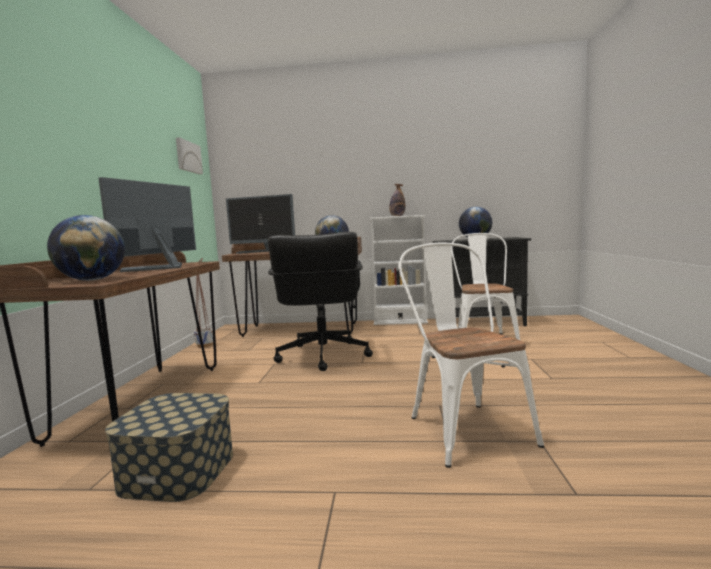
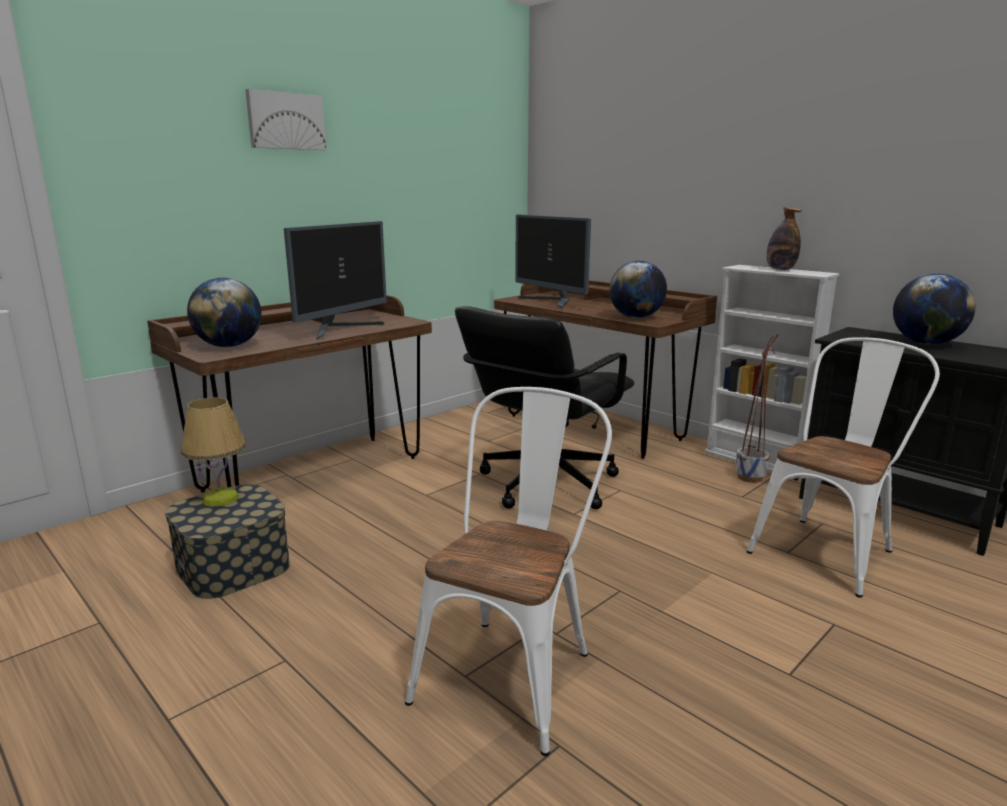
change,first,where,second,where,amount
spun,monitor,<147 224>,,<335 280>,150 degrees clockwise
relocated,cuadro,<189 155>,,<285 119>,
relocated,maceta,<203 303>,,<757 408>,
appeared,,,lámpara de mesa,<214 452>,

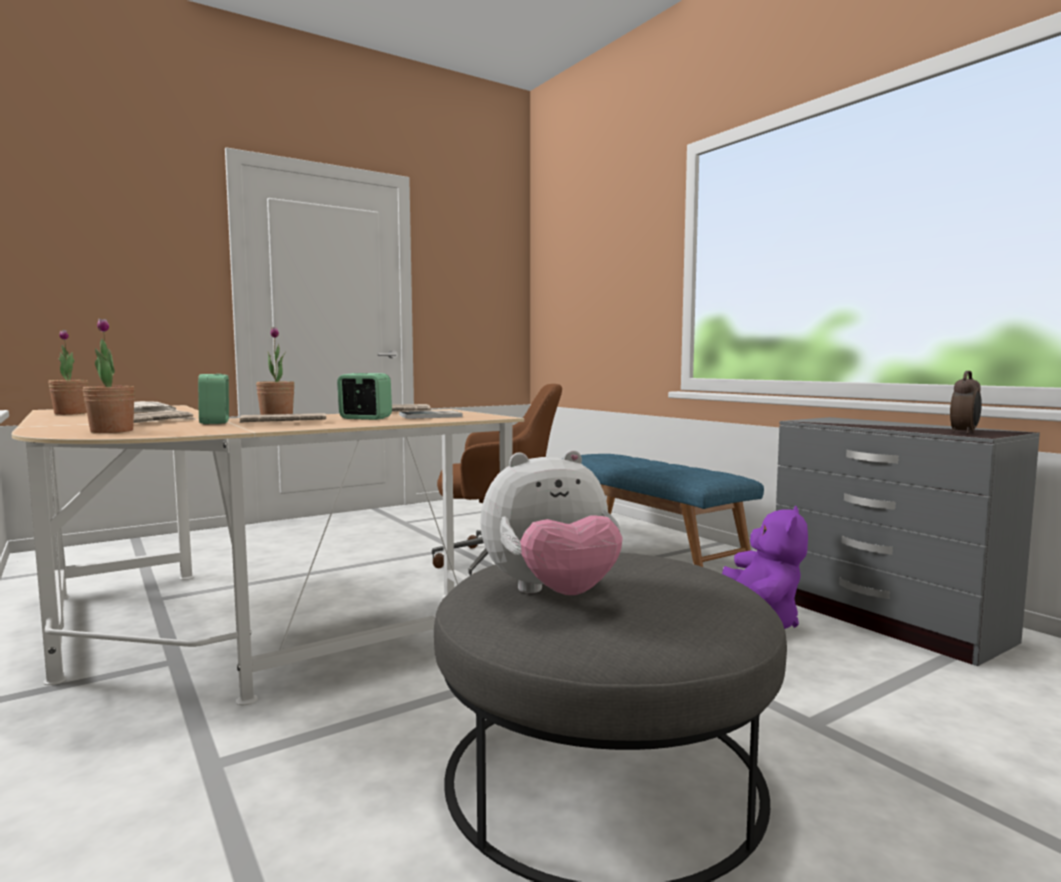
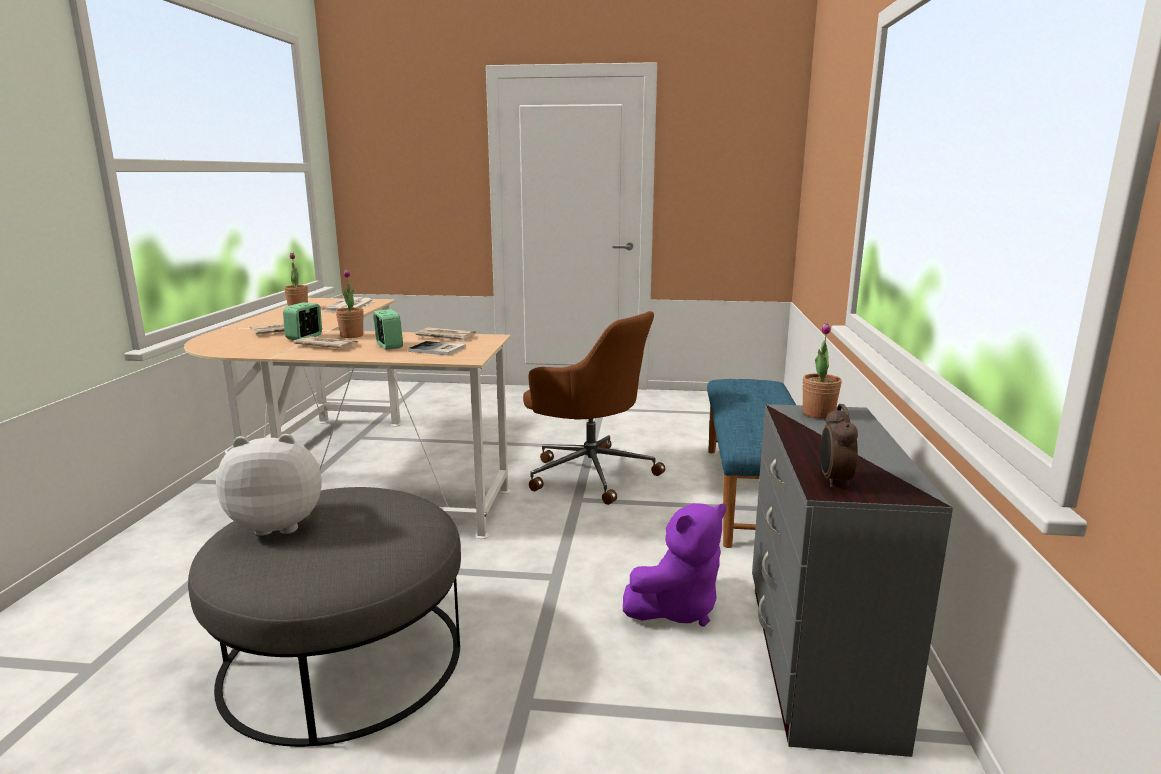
change,first,where,second,where,amount
relocated,planta en maceta,<108 375>,,<822 370>,
spun,peluche,<551 522>,,<269 485>,150 degrees clockwise
spun,despertador,<966 402>,,<839 446>,105 degrees clockwise

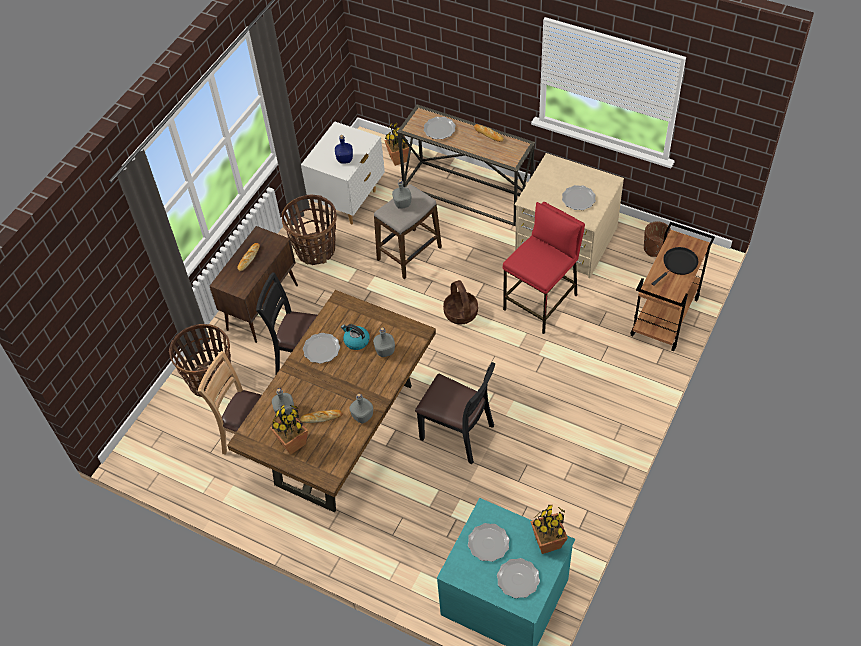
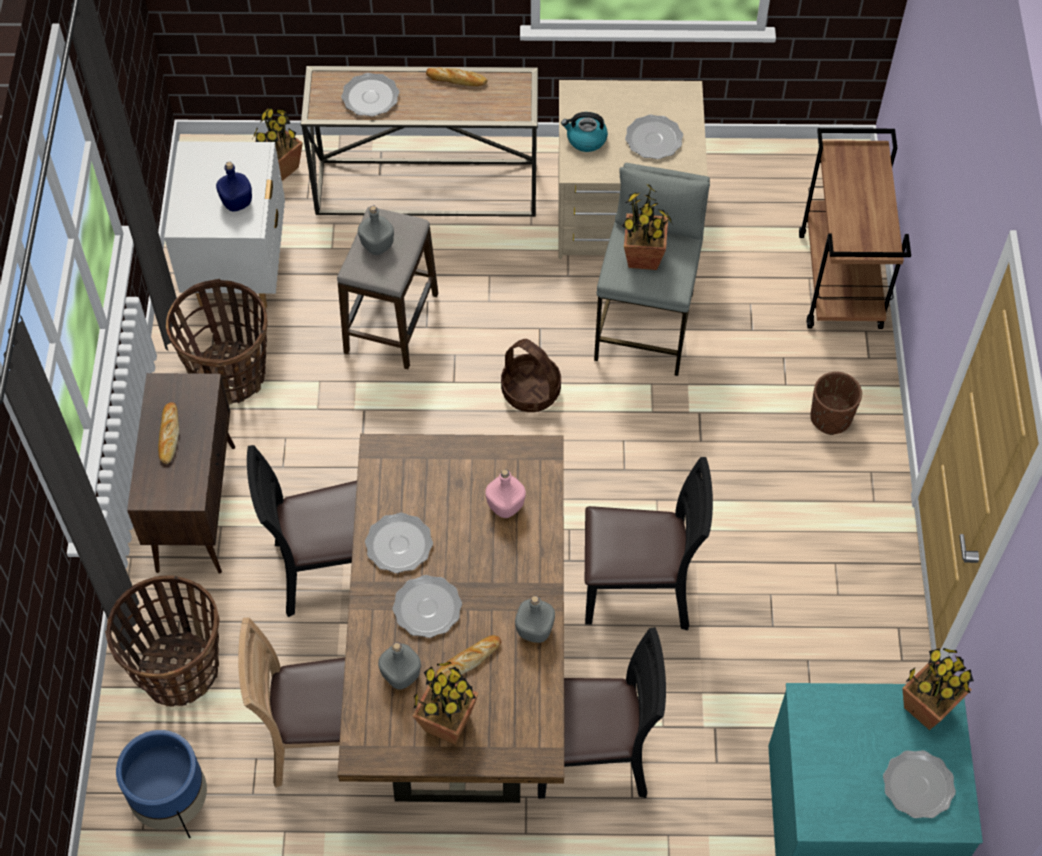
change,first,where,second,where,amount
relocated,hervidor,<355 337>,,<584 132>,
colour,botella (gris),<384 342>,botella (rosa),<505 493>,
relocated,plato,<489 542>,,<427 606>,
colour,taburete (rojo),<544 268>,taburete (gris),<652 269>,
relocated,maceta (marrón),<657 239>,,<836 403>,
missing,sartén (negro),<675 266>,,,
appeared,,,maceta (azul),<161 784>,
appeared,,,silla (negro),<602 713>,
appeared,,,planta en maceta,<647 227>,

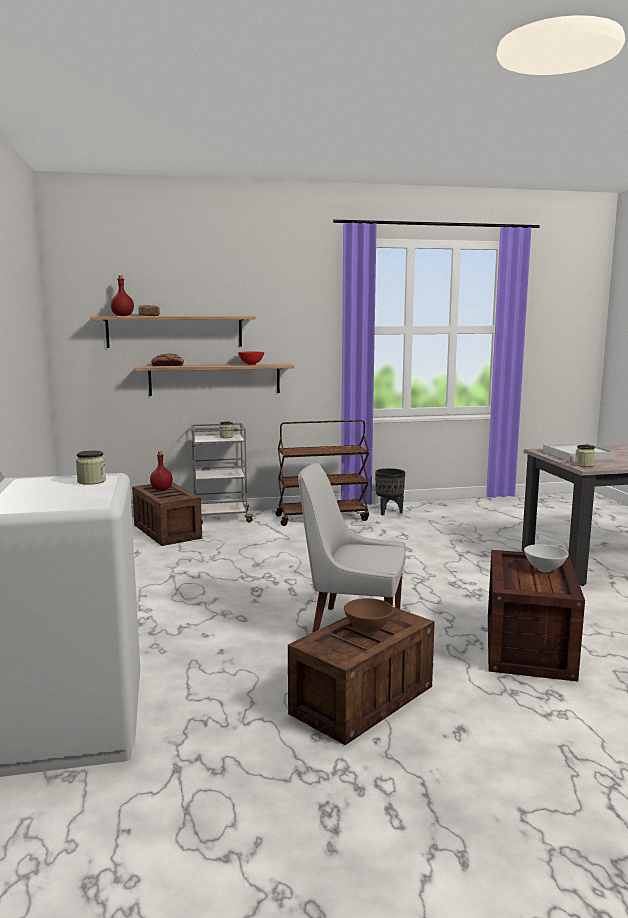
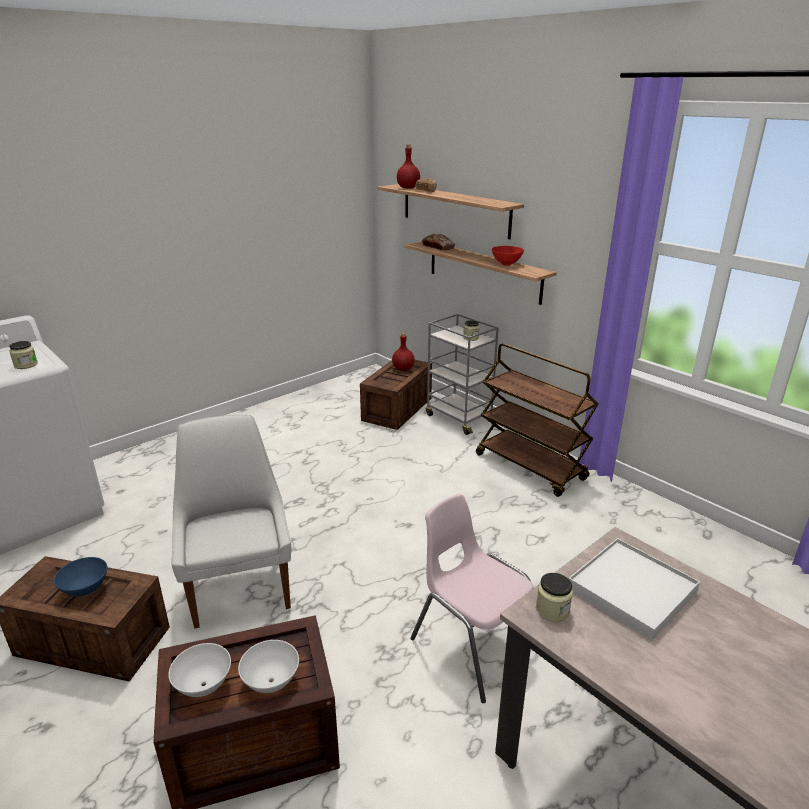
change,first,where,second,where,amount
colour,cuenco (marrón),<369 615>,cuenco (azul),<80 576>,
missing,maceta (negro),<390 492>,,,
appeared,,,cuenco (blanco),<199 670>,
appeared,,,silla (rosa),<472 598>,

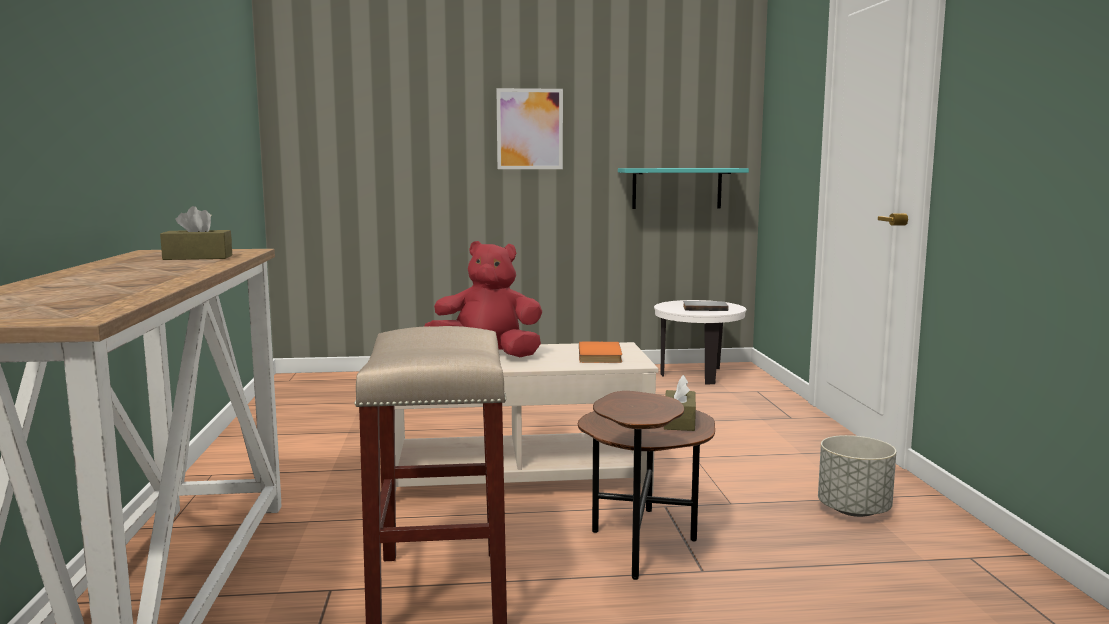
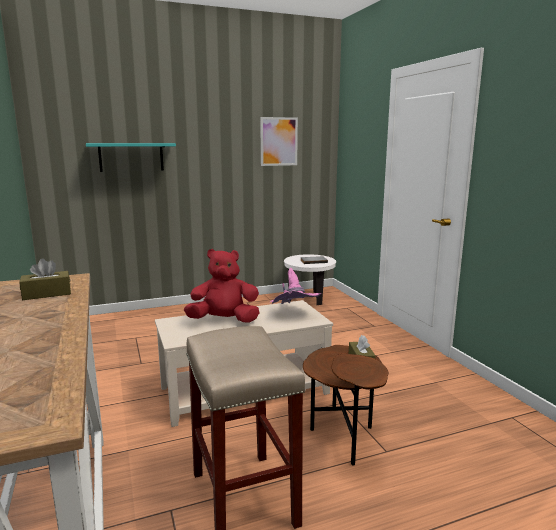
change,first,where,second,where,amount
relocated,cuadro,<529 128>,,<279 141>,
exchanged,libro (naranja),<600 352>,sombrero (rosa),<295 286>,
relocated,estante (turquesa),<683 188>,,<131 157>,
missing,maceta (gris),<857 476>,,,

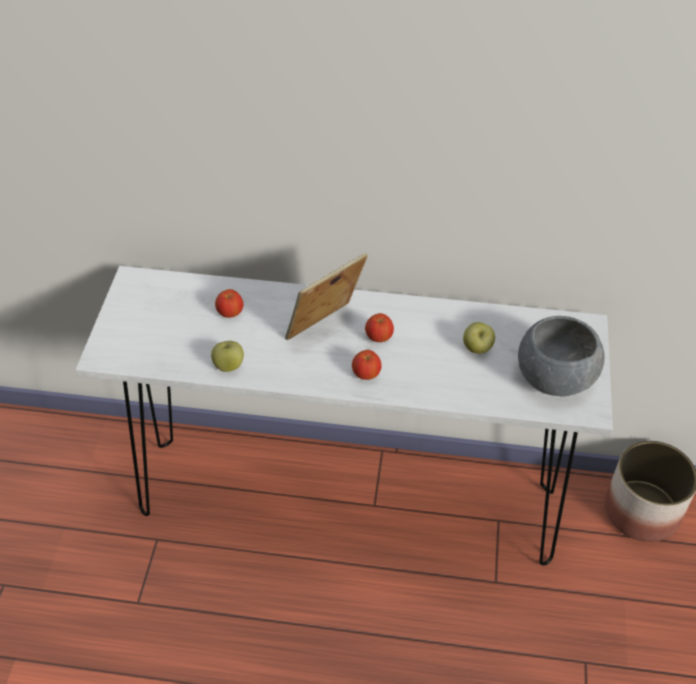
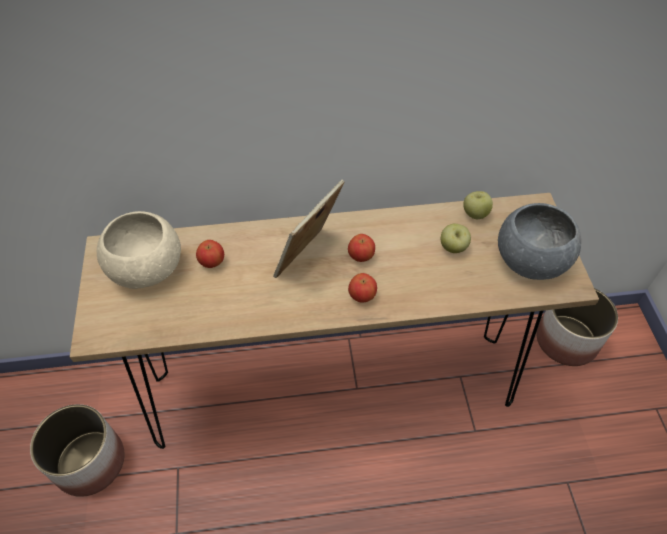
change,first,where,second,where,amount
colour,mesa consola (blanco),<344 416>,mesa consola (marrón),<334 321>,
relocated,manzana,<227 356>,,<478 205>,
appeared,,,maceta,<77 450>,
appeared,,,cuenco (beis),<139 250>,

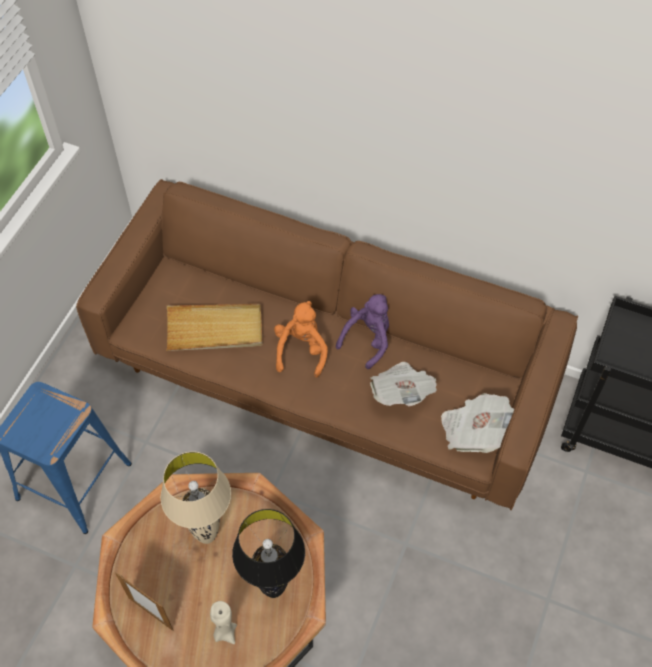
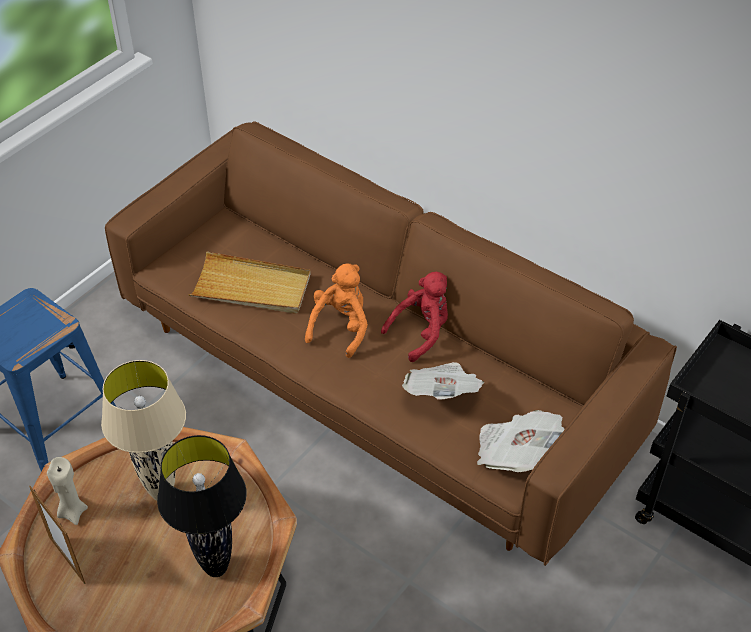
change,first,where,second,where,amount
relocated,vela (beis),<223 622>,,<67 491>,
colour,peluche (morado),<362 331>,peluche (rojo),<414 317>,

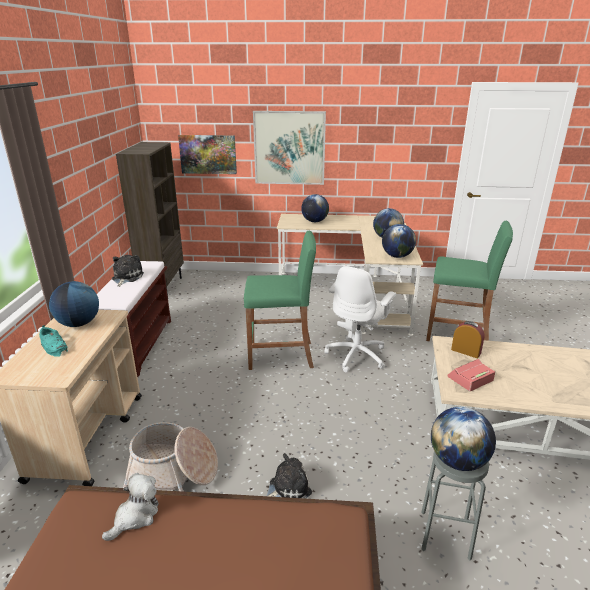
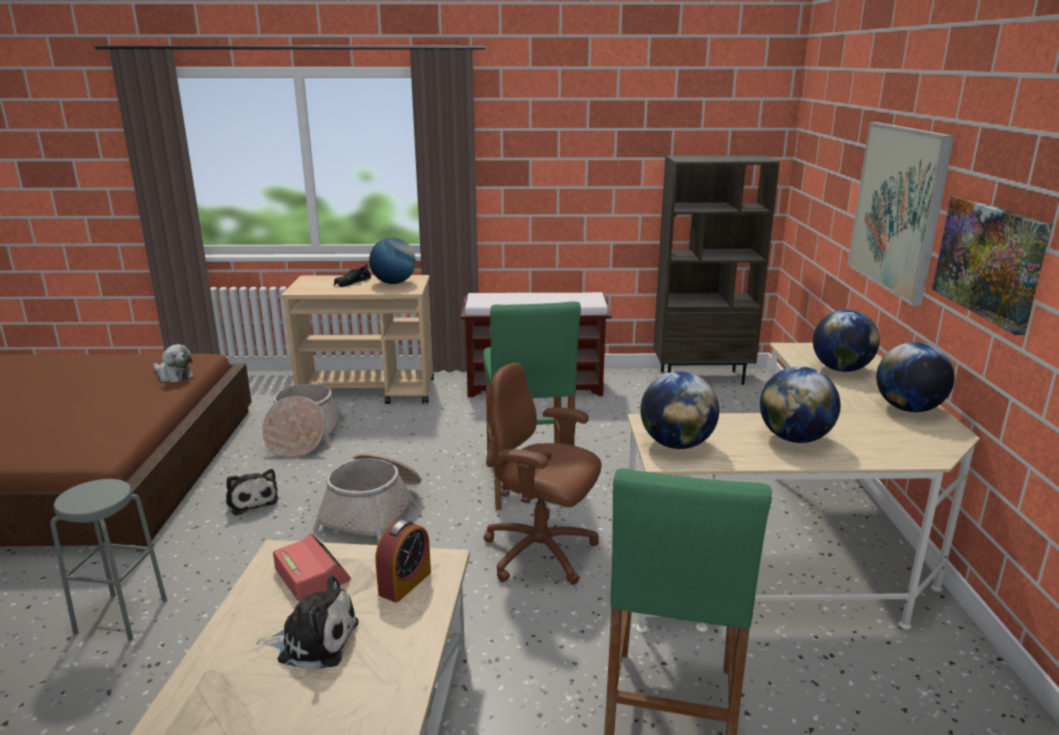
change,first,where,second,where,amount
colour,zapato (turquesa),<53 341>,zapato (negro),<352 275>,
relocated,peluche,<128 271>,,<307 622>,
relocated,cuadro,<207 154>,,<992 265>,
colour,silla de oficina (blanco),<360 320>,silla de oficina (marrón),<542 474>,
relocated,globo terráqueo,<463 439>,,<915 377>,
appeared,,,cesta,<367 498>,

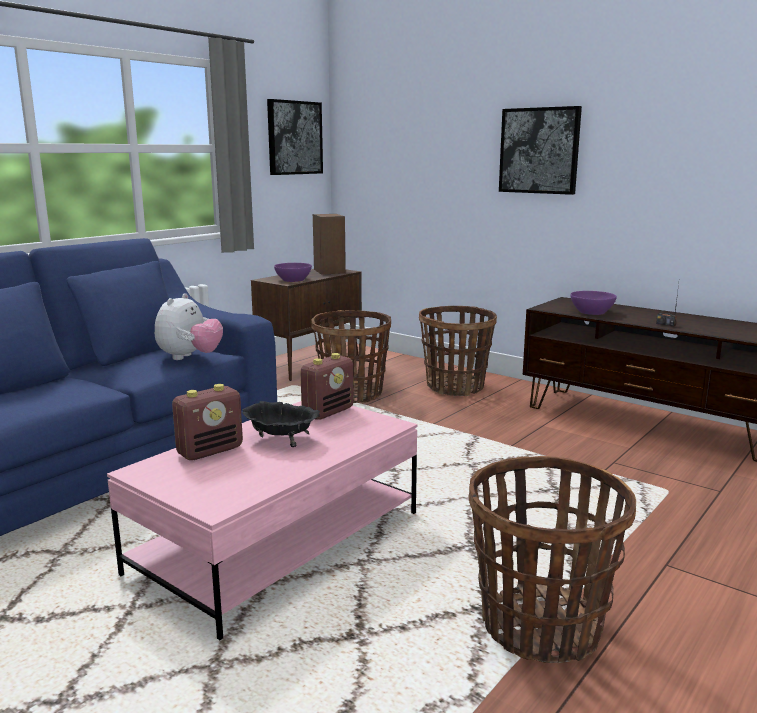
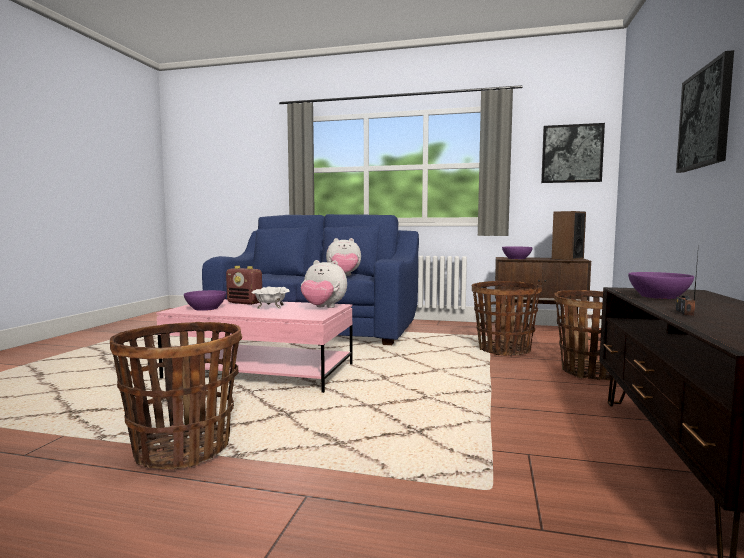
change,first,where,second,where,amount
colour,cuenco (negro),<281 424>,cuenco (blanco),<271 297>,
exchanged,radio,<327 386>,peluche,<324 284>,
appeared,,,cuenco (morado),<205 300>,

